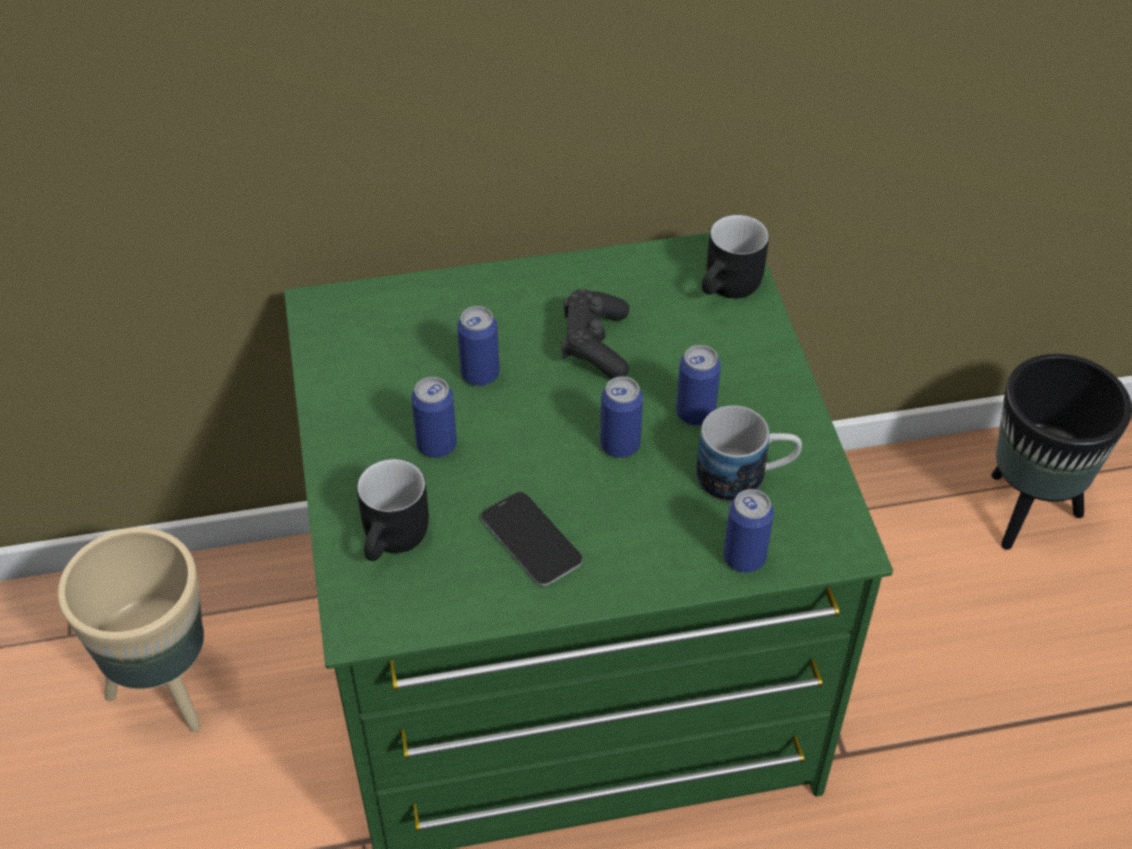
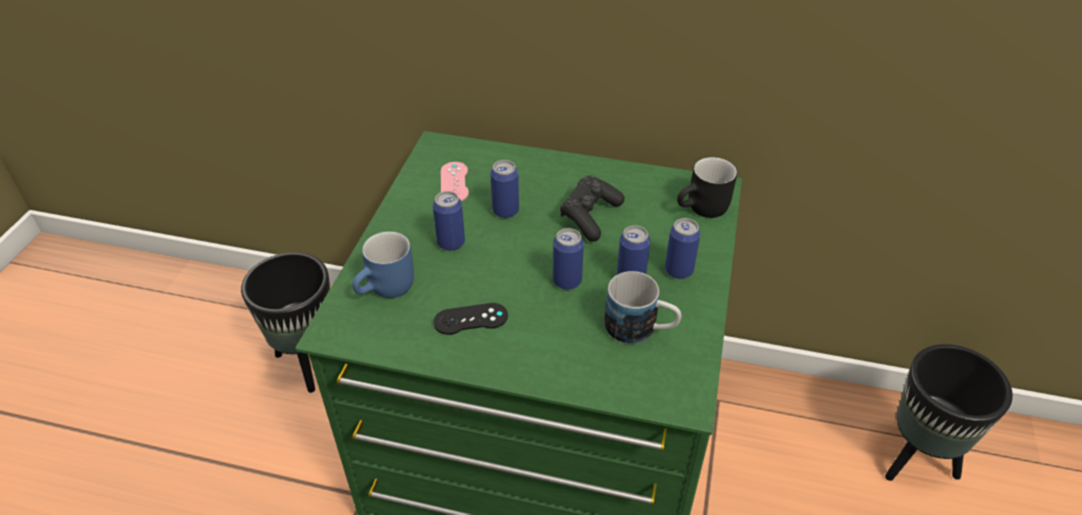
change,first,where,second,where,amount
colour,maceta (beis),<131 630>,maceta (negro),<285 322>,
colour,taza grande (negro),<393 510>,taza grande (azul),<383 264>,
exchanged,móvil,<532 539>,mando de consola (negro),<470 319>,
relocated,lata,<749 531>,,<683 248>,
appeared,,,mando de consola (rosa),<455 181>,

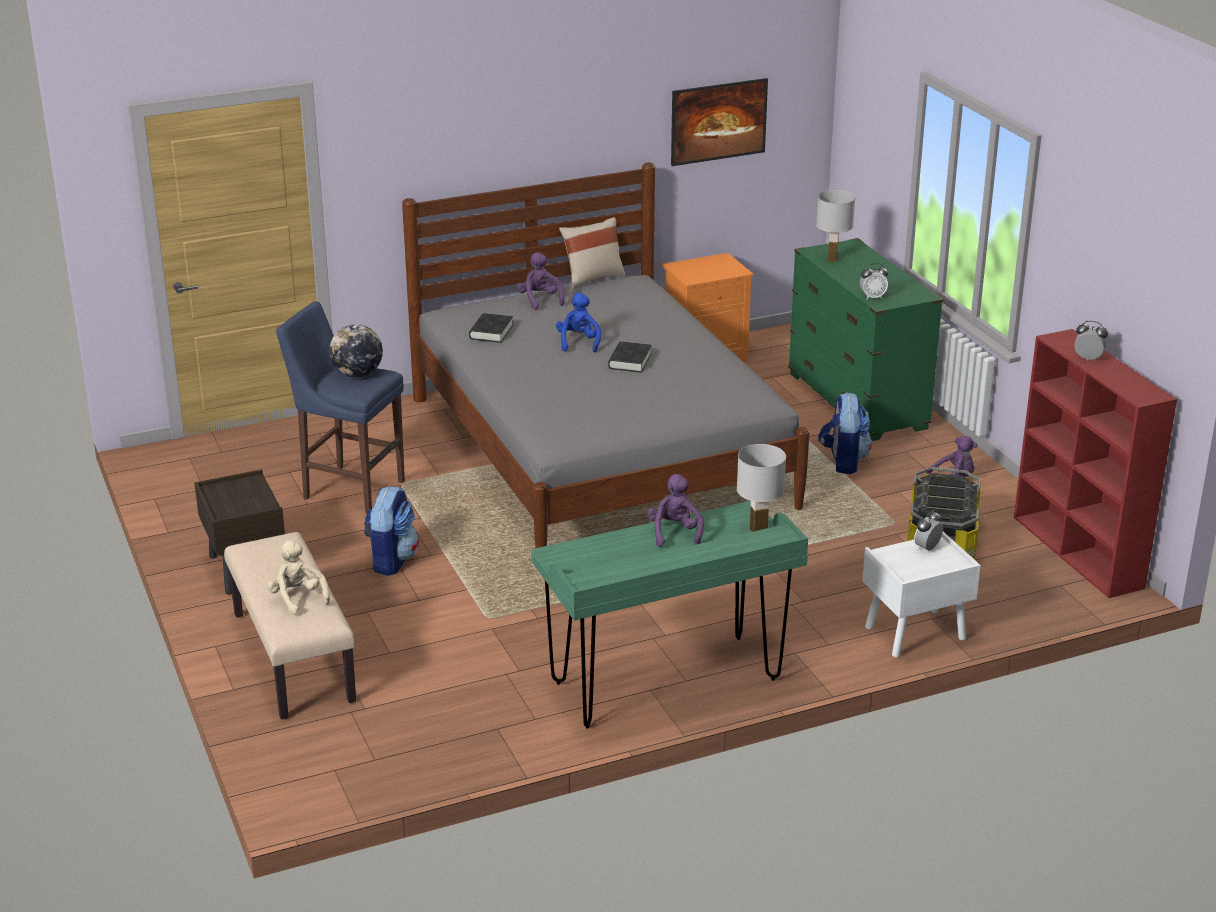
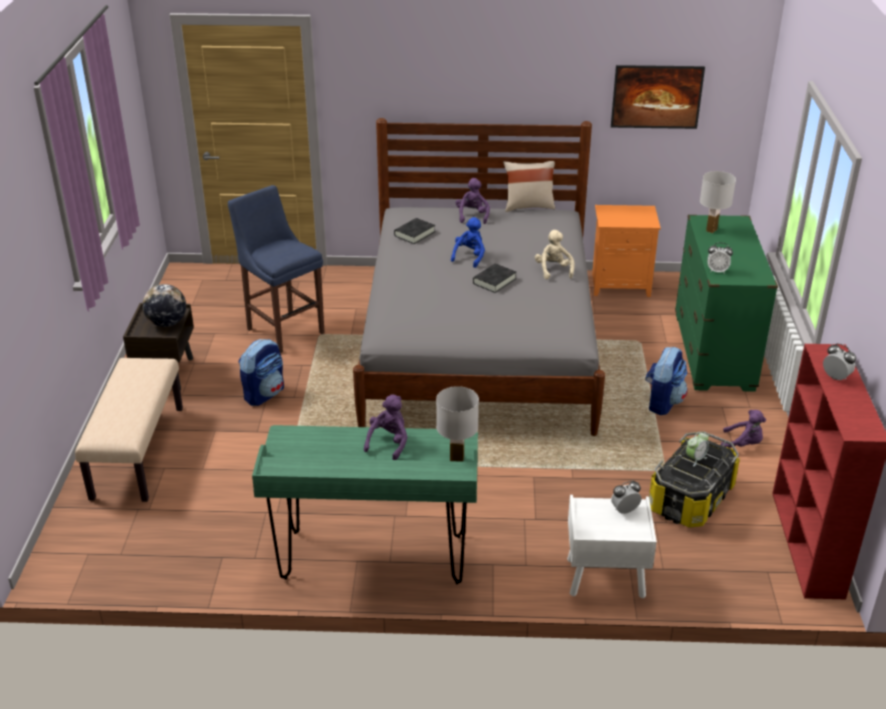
change,first,where,second,where,amount
relocated,peluche (beis),<298 577>,,<555 255>,
relocated,globo terráqueo,<356 351>,,<164 305>,
appeared,,,despertador,<697 449>,

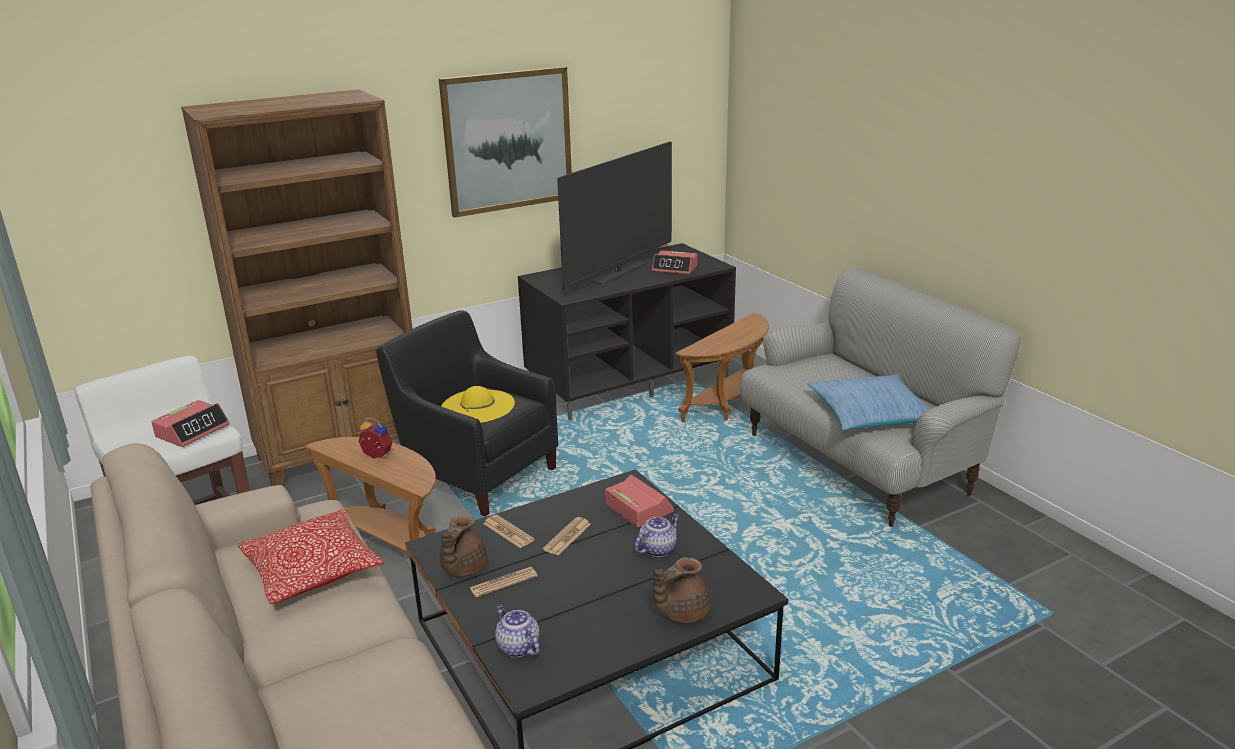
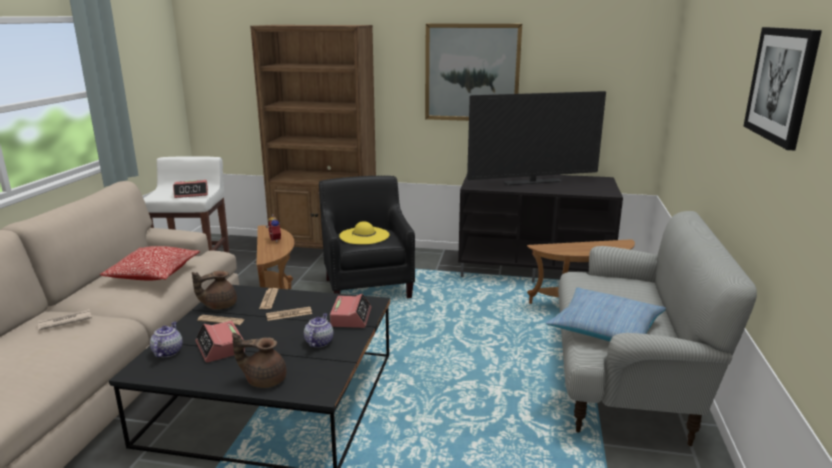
change,first,where,second,where,amount
spun,tetera,<657 535>,,<318 330>,75 degrees counterclockwise
relocated,despertador,<674 262>,,<220 341>,
appeared,,,periódico,<64 319>,
appeared,,,cuadro,<783 88>,

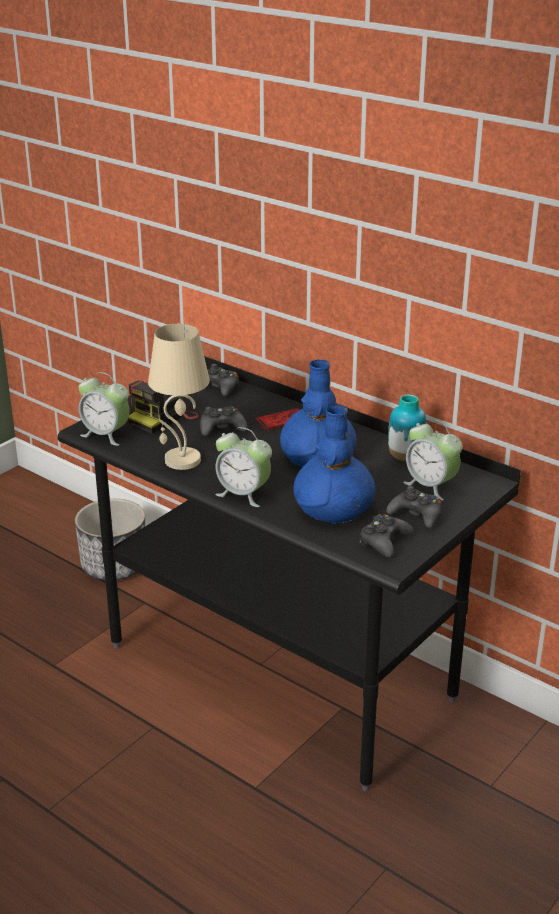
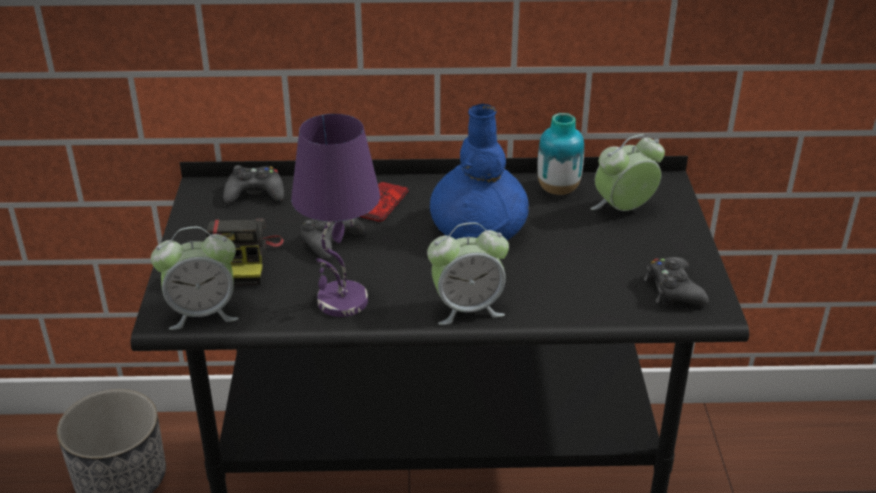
change,first,where,second,where,amount
colour,lámpara de mesa (beis),<179 397>,lámpara de mesa (morado),<335 215>,
missing,florero (azul),<334 464>,,,
missing,mando de consola (negro),<414 507>,,,
spun,despertador,<432 459>,,<628 172>,150 degrees clockwise

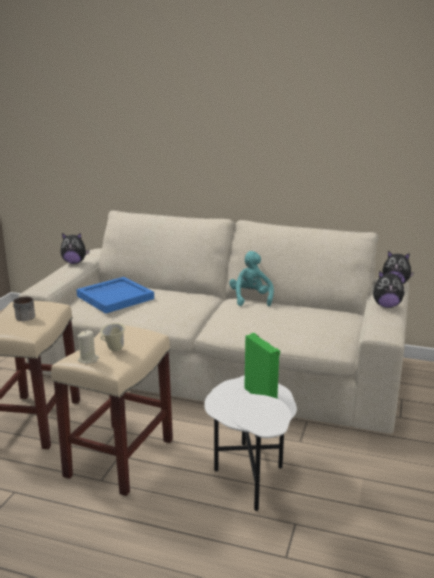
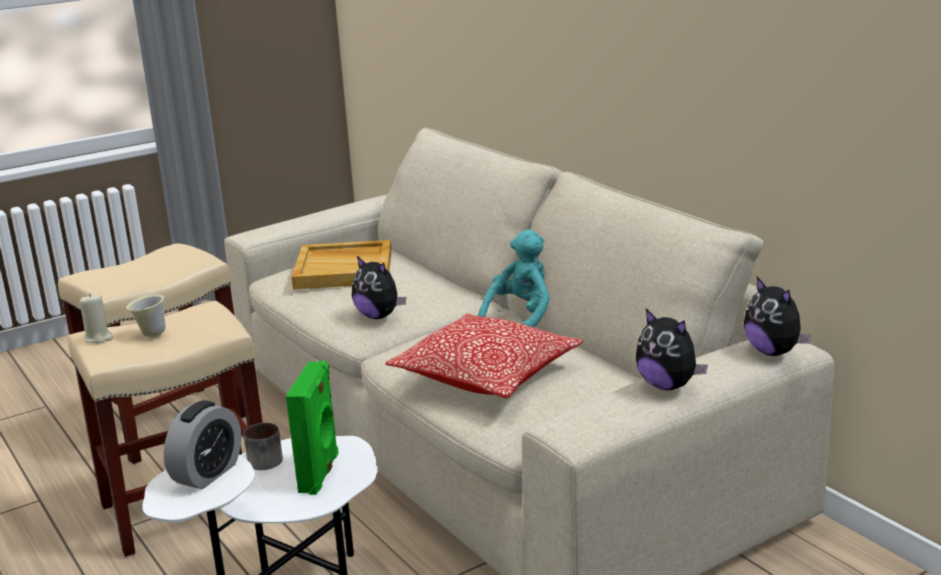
change,first,where,second,where,amount
relocated,taza grande,<24 309>,,<263 446>,
relocated,peluche,<75 248>,,<379 287>,
colour,bandeja (azul),<115 295>,bandeja (beis),<341 264>,
appeared,,,despertador,<202 444>,
appeared,,,cojín,<484 356>,

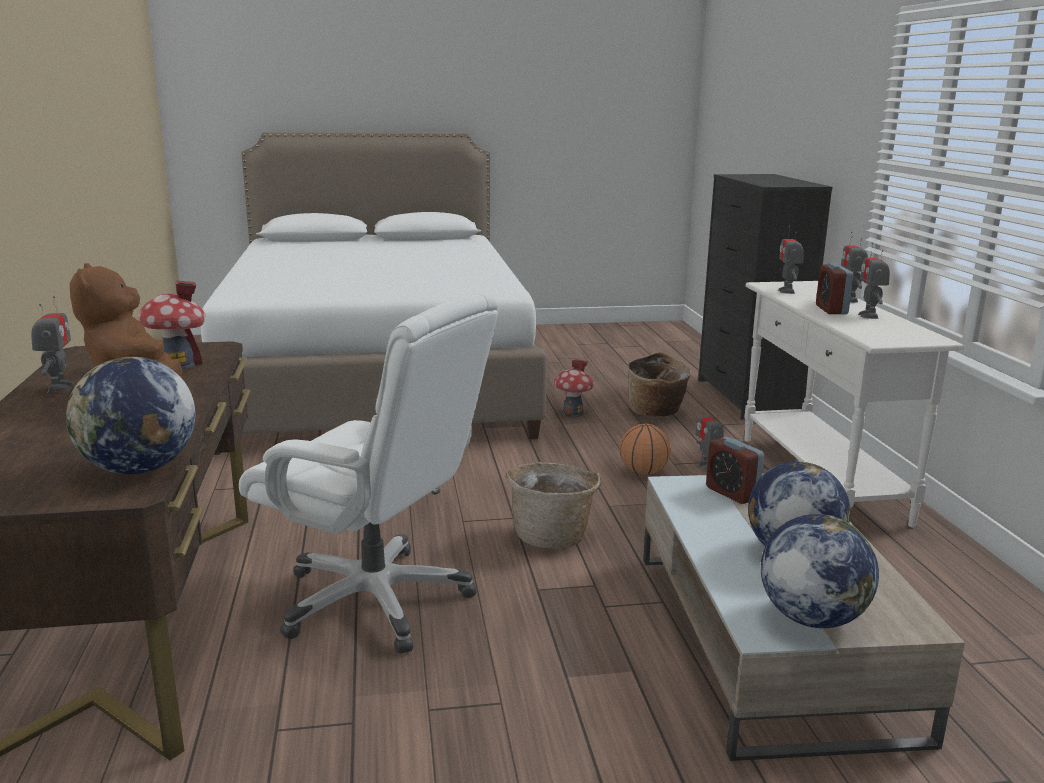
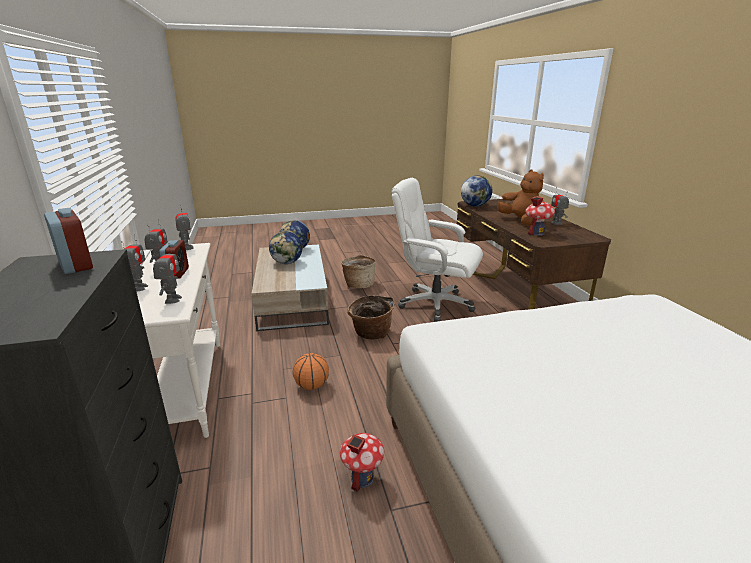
change,first,where,second,where,amount
relocated,cesta,<659 384>,,<358 271>,
relocated,robot de juguete,<709 436>,,<185 227>,
relocated,despertador,<735 470>,,<68 241>,

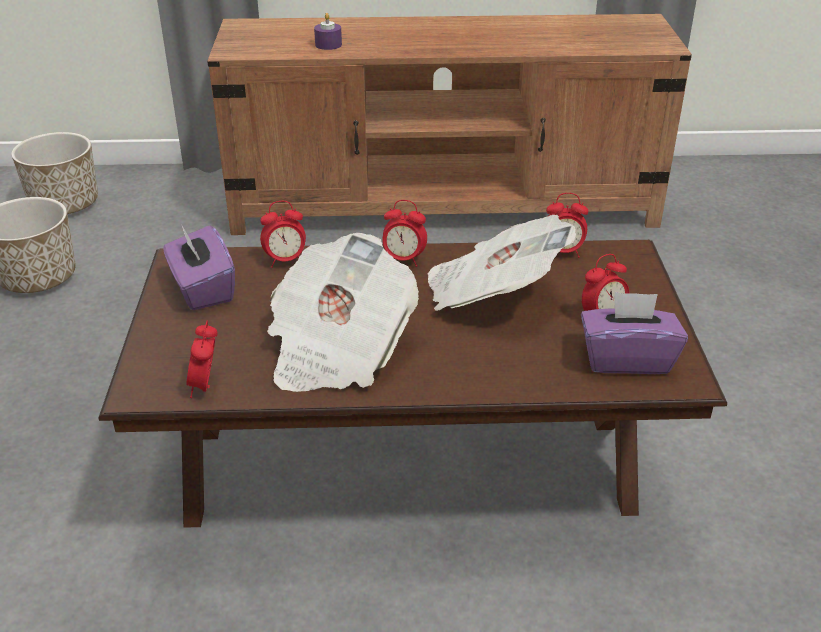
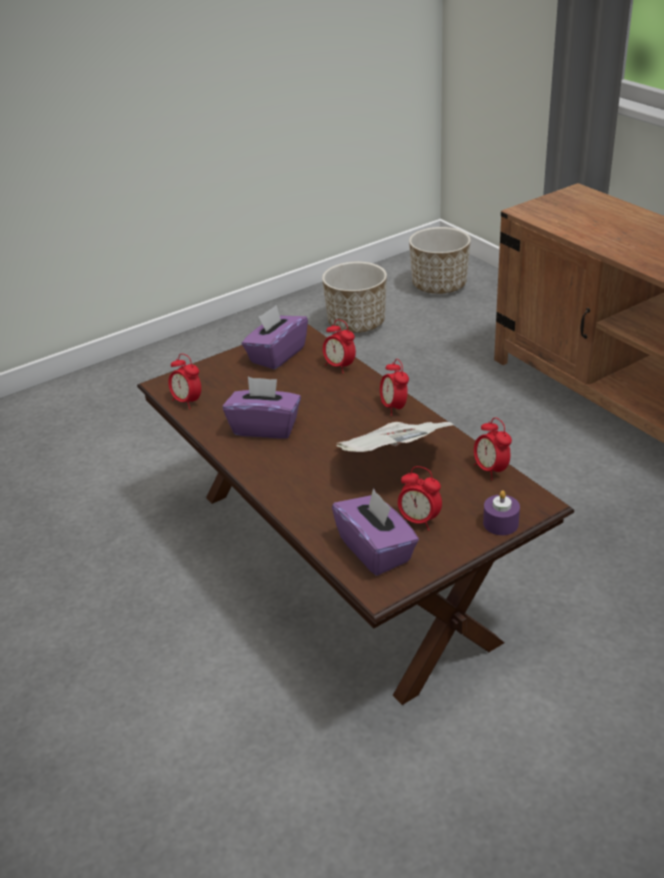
change,first,where,second,where,amount
spun,despertador,<201 359>,,<184 381>,105 degrees counterclockwise
exchanged,periódico,<343 312>,caja de pañuelos (morado),<262 408>,
relocated,vela (morado),<328 31>,,<501 512>,

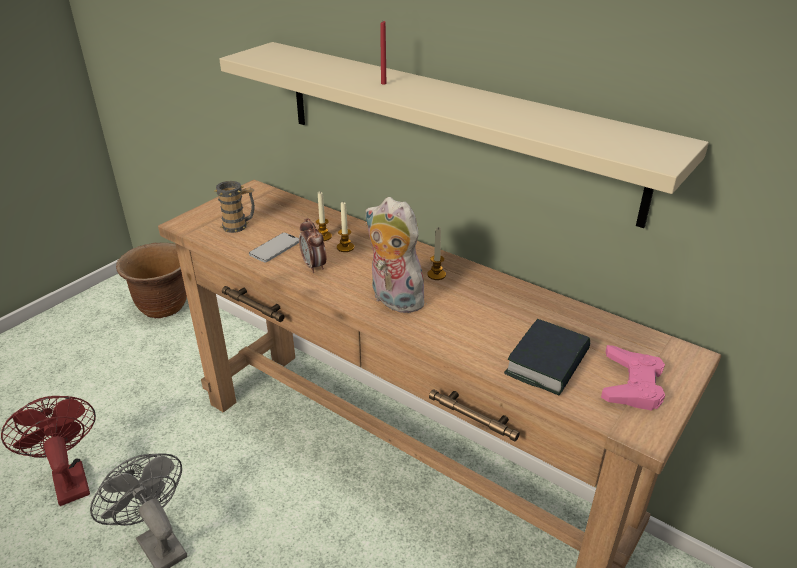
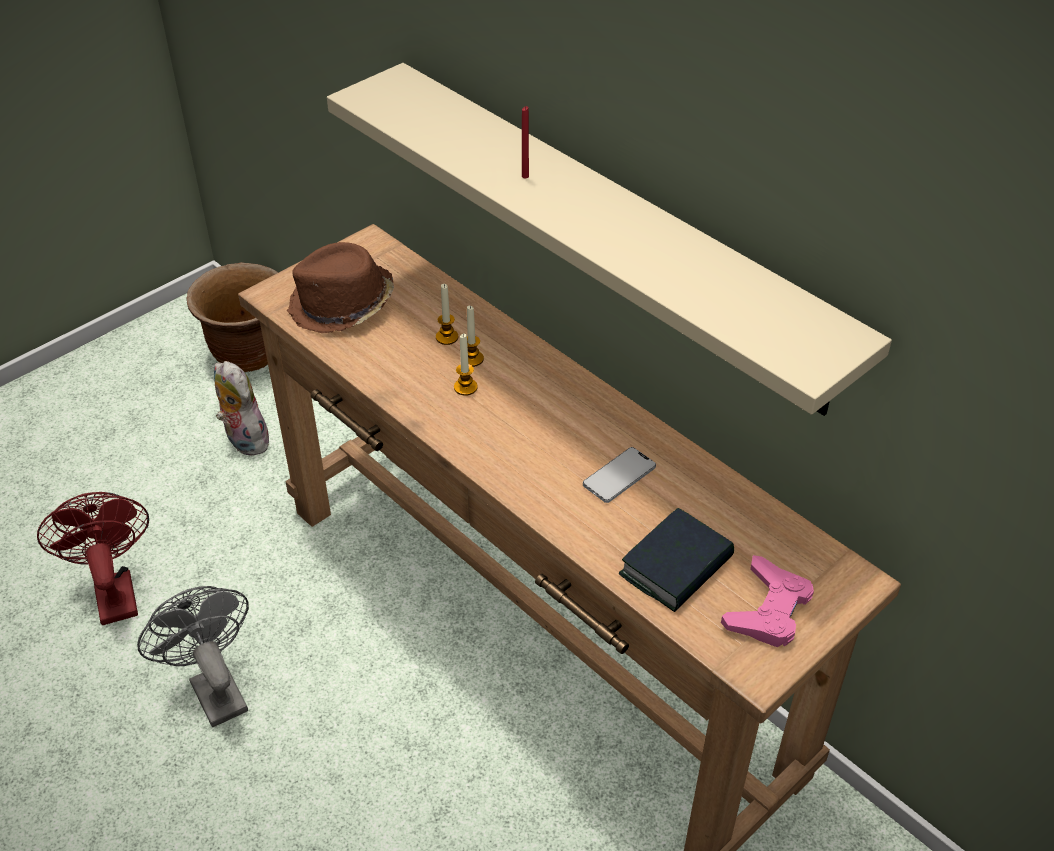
change,first,where,second,where,amount
exchanged,taza grande,<235 207>,sombrero (marrón),<340 287>,
relocated,móvil,<274 247>,,<619 475>,
missing,despertador,<312 245>,,,
relocated,peluche,<395 255>,,<241 408>,
relocated,vela,<436 253>,,<466 365>,

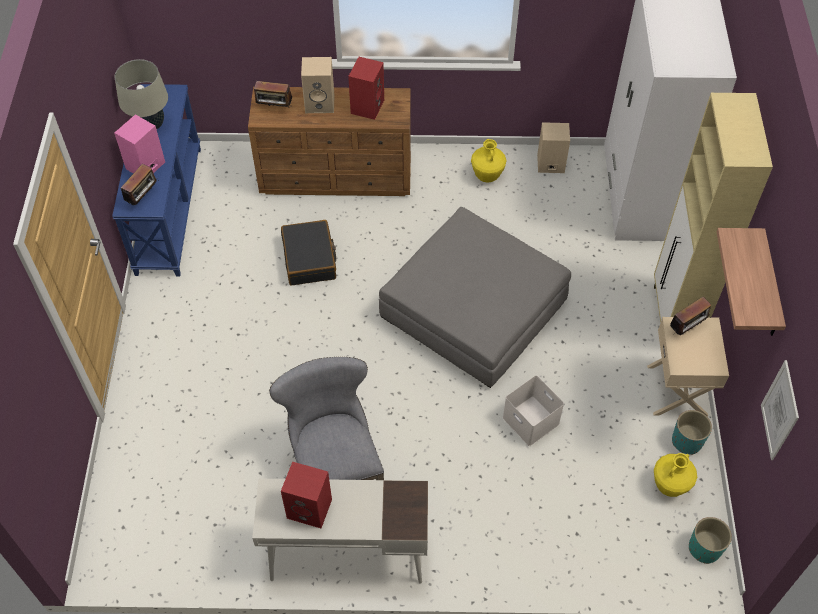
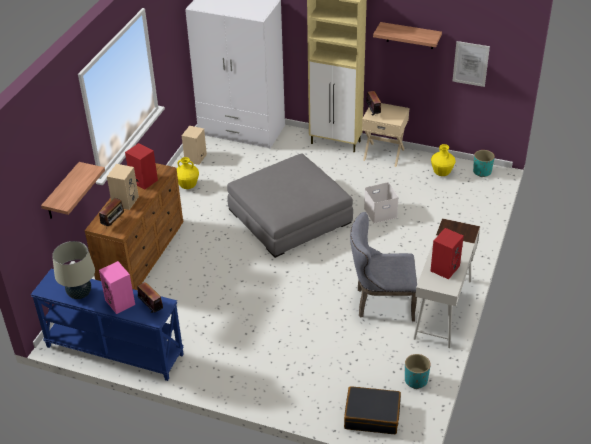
change,first,where,second,where,amount
relocated,maleta (negro),<308 253>,,<372 410>,
relocated,maceta (turquesa),<692 432>,,<418 371>,
appeared,,,estante,<73 190>,

